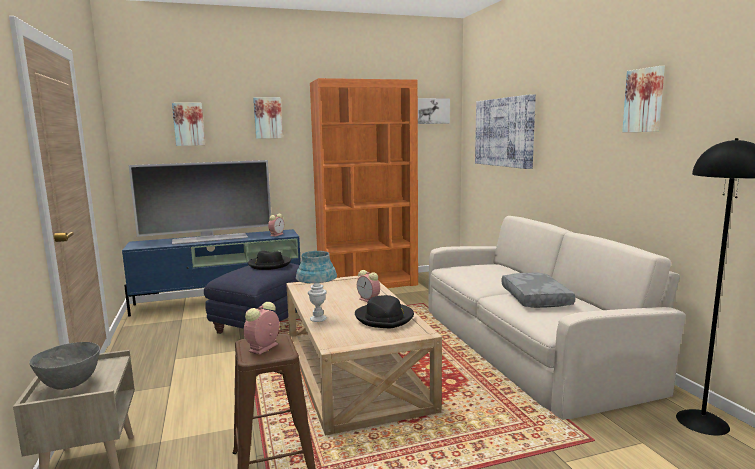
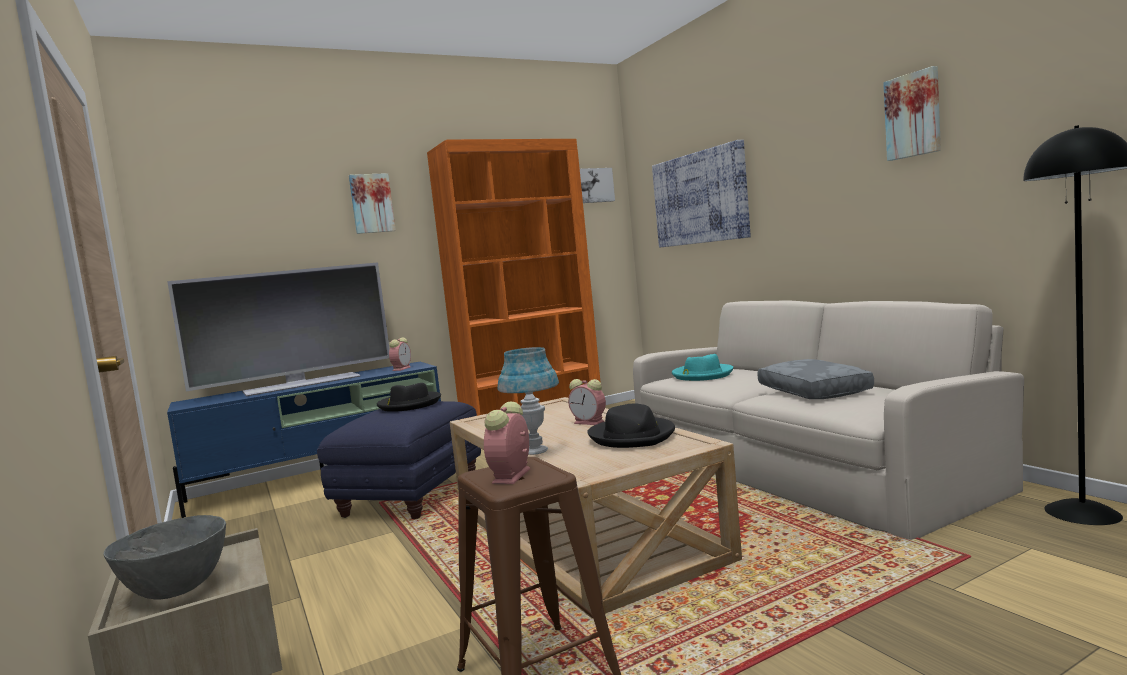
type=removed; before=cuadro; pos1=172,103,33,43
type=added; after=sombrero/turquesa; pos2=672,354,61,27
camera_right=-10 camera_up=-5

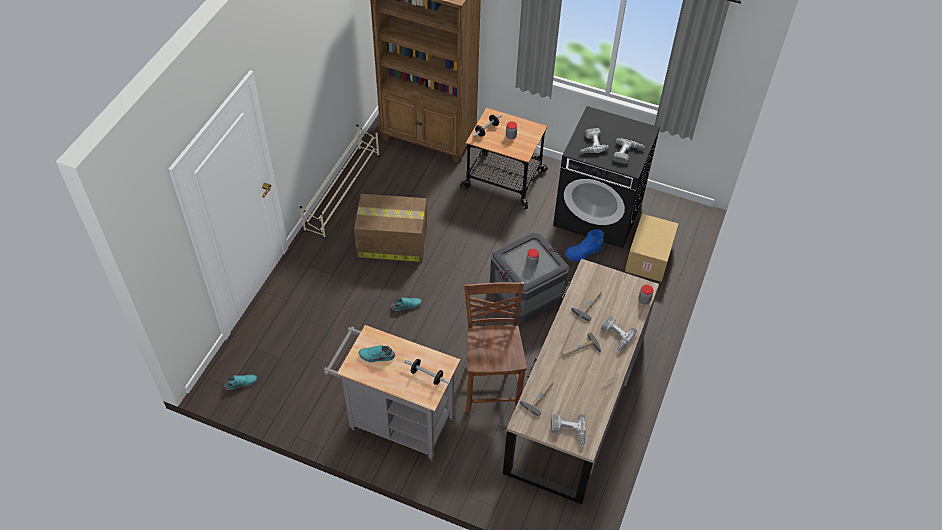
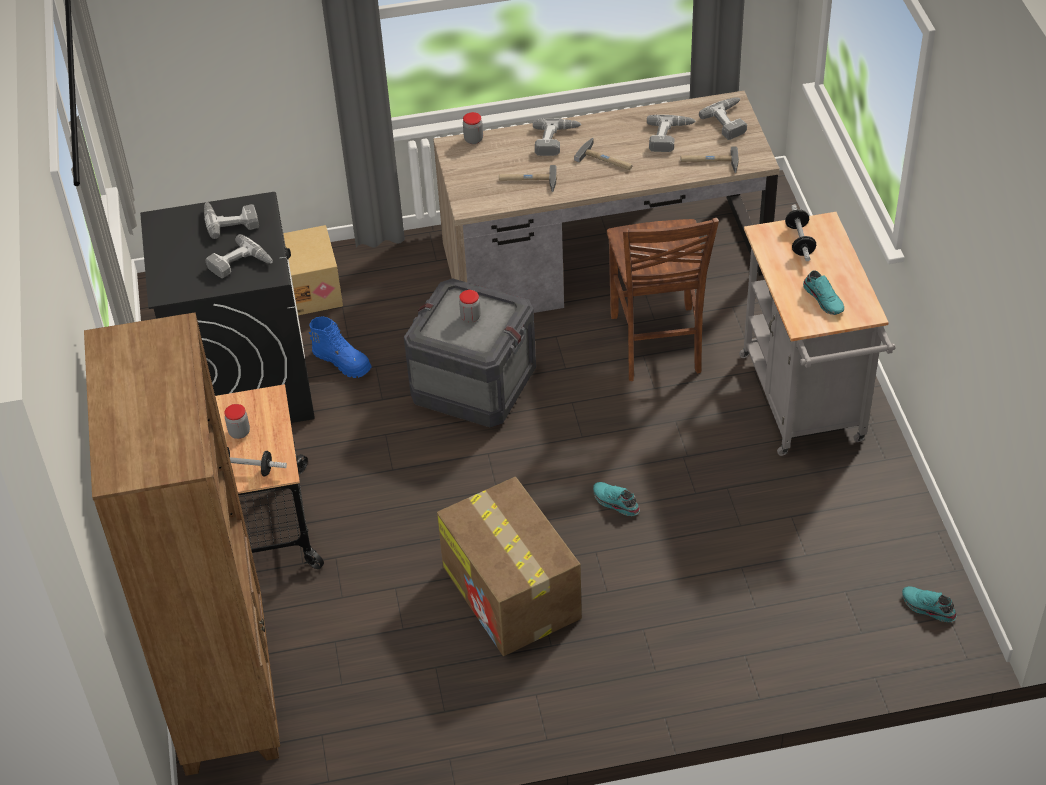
type=removed; before=zapatero/beis; pos1=300,124,79,115
type=added; after=taladro; pos2=647,115,49,37
type=turned; before=silla/marrón; pos1=464,282,63,131; pos2=607,218,112,163; turn=-60
camera_right=-120 camera_up=-5

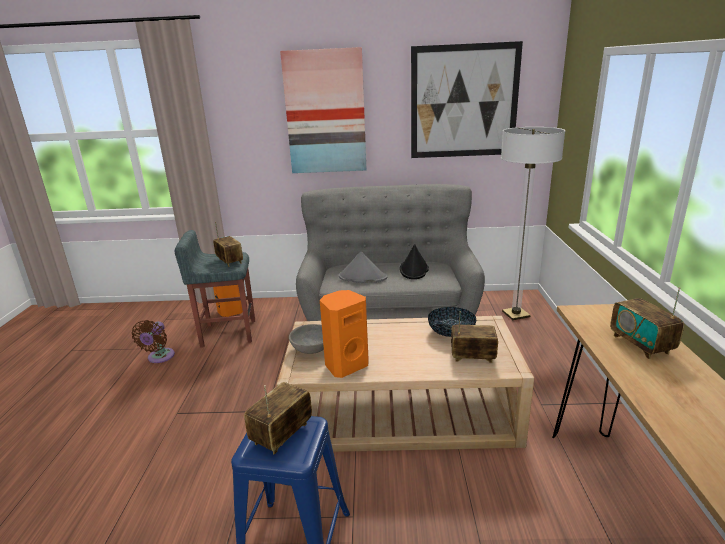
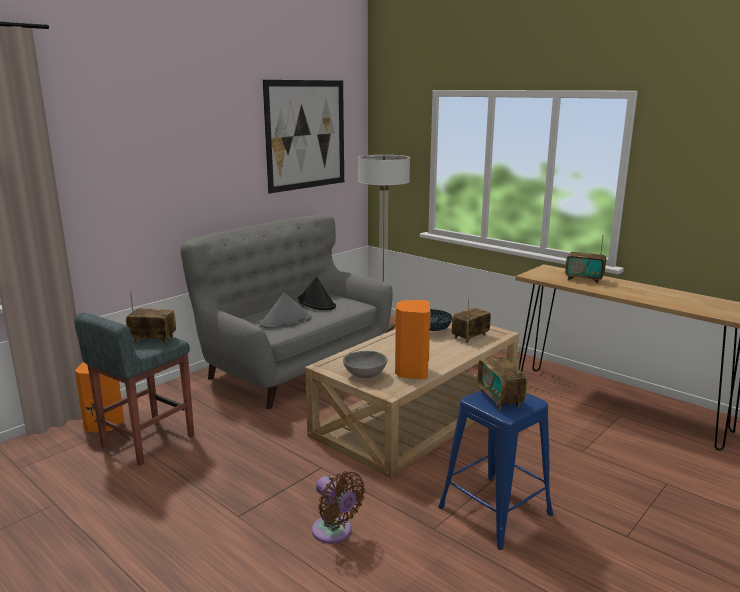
type=removed; before=cuadro; pos1=280,47,87,126
type=moved; before=ventilador/marrón; pos1=132,320,43,43; pos2=312,471,53,73
camera_right=-50 camera_up=-5

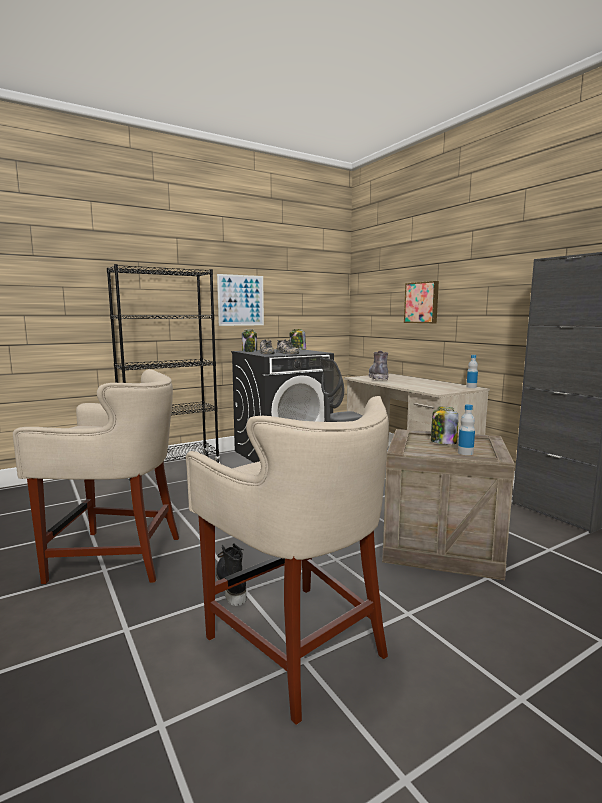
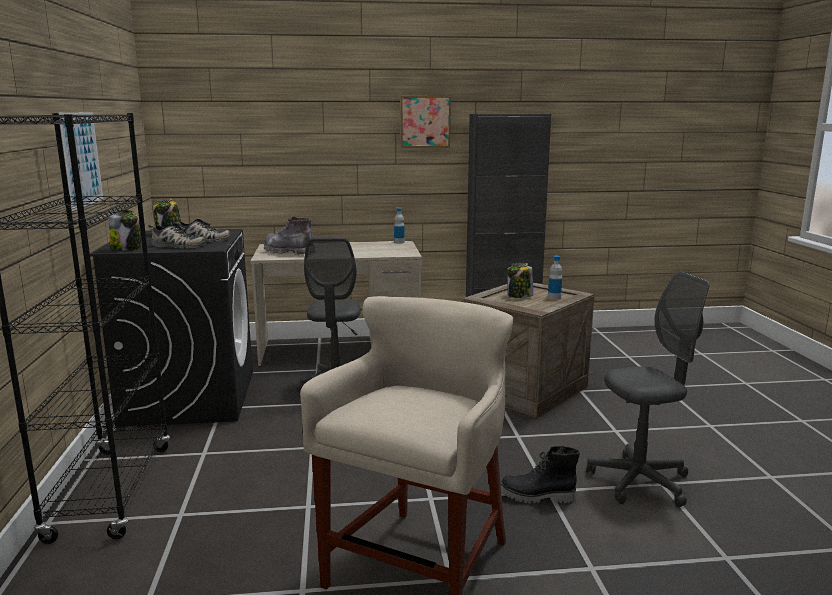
type=moved; before=cuadro; pos1=404,281,35,42; pos2=400,96,51,52
type=replaced; before=taburete/beis; after=silla de oficina/gris; pos1=185,396,204,329; pos2=586,272,124,235
camera_right=-65 camera_up=5

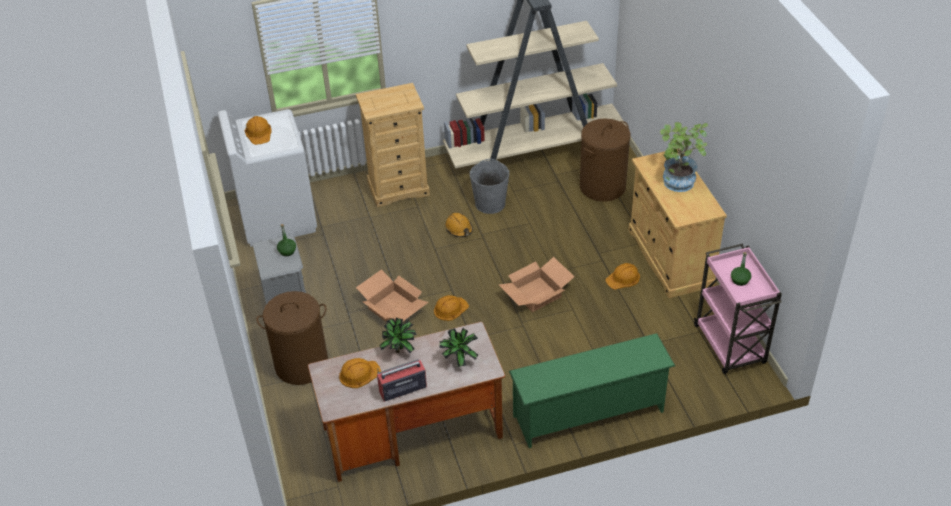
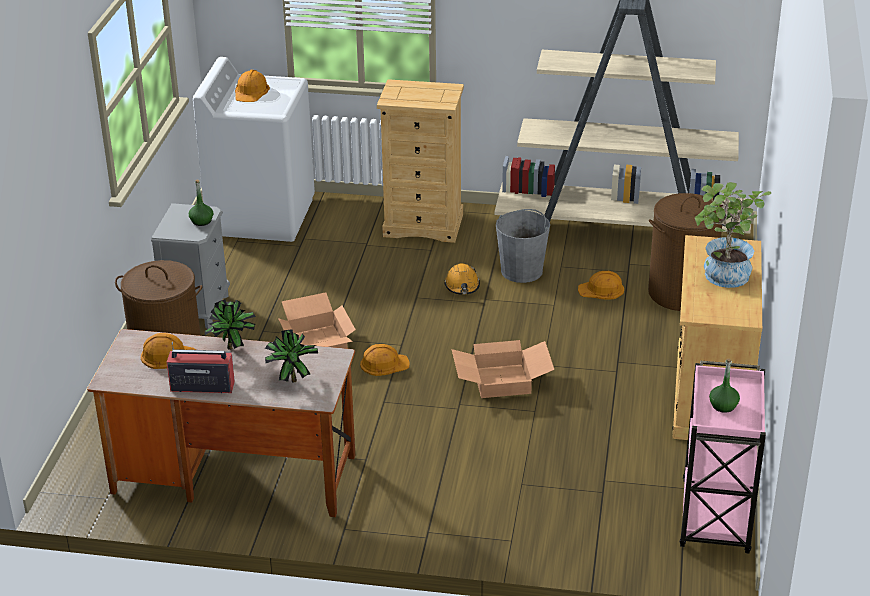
type=removed; before=zapatero/verde; pos1=509,333,166,115
type=moved; before=casco/naranja; pos1=605,263,35,27; pos2=578,271,46,28
camera_right=25 camera_up=-10

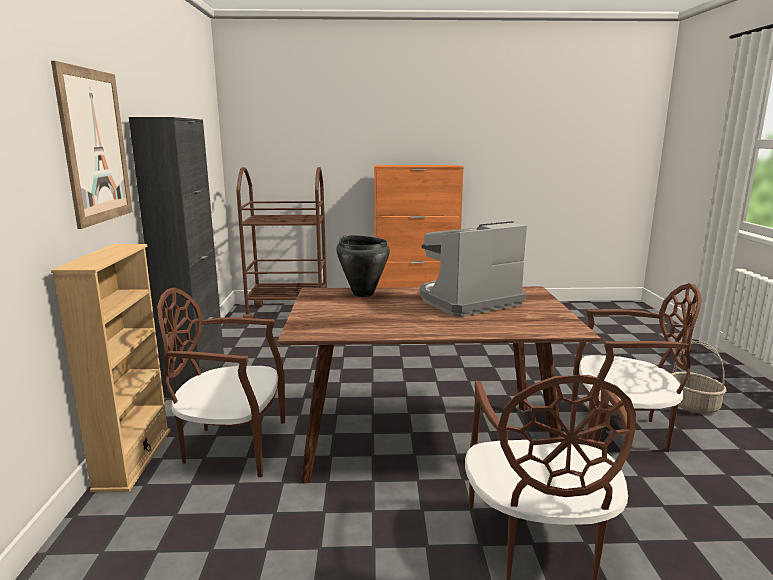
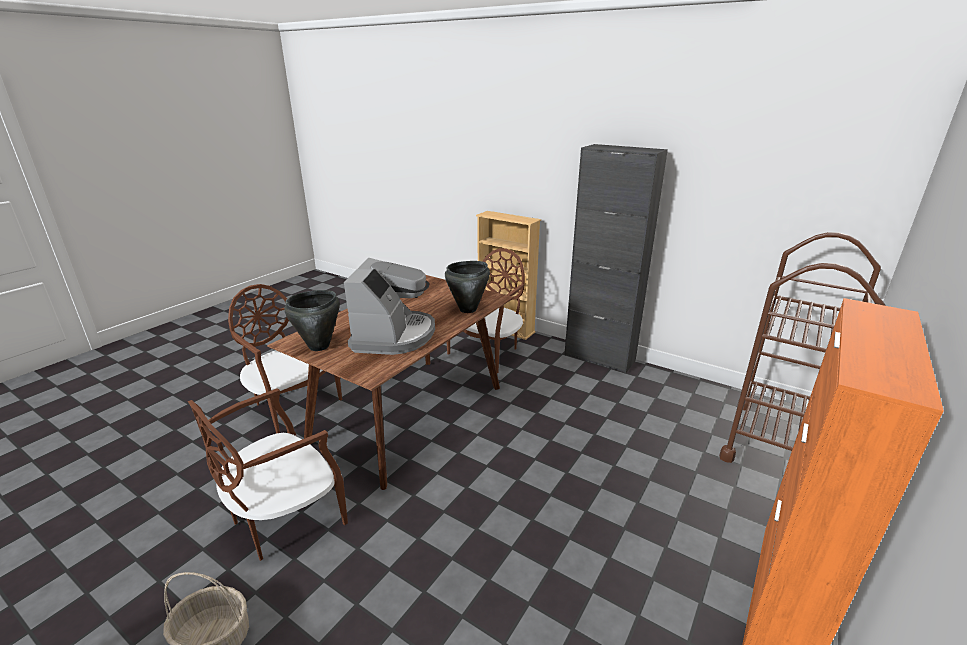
type=removed; before=cuadro; pos1=51,61,82,168
type=added; after=olla/negro; pos2=284,290,56,61
camera_right=125 camera_up=10

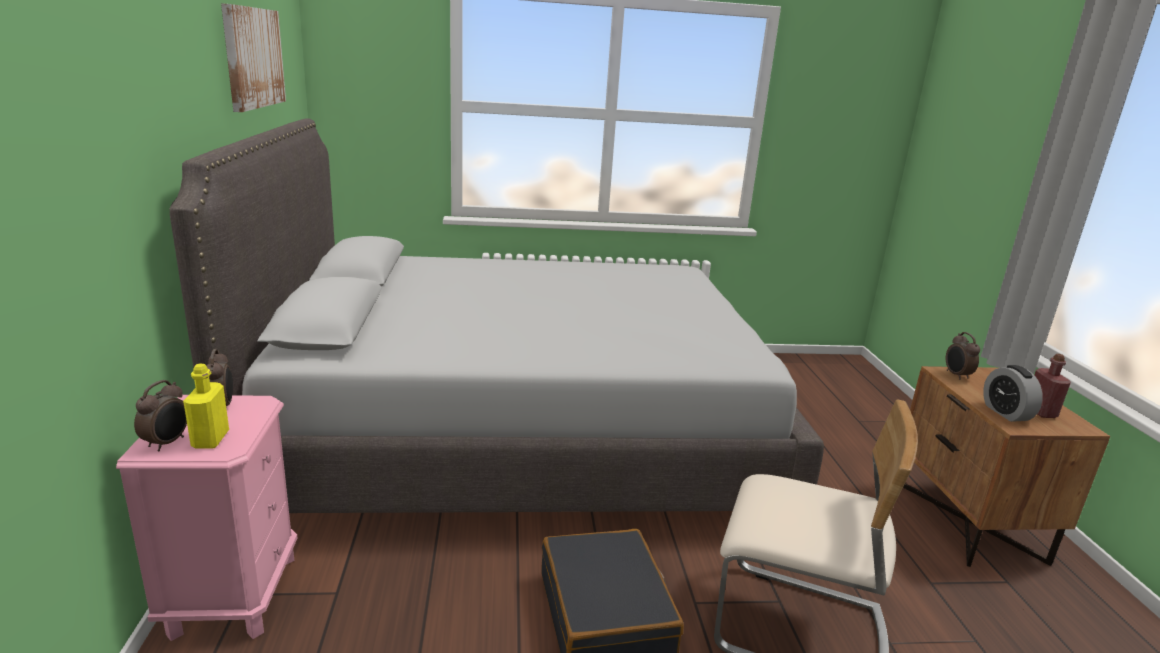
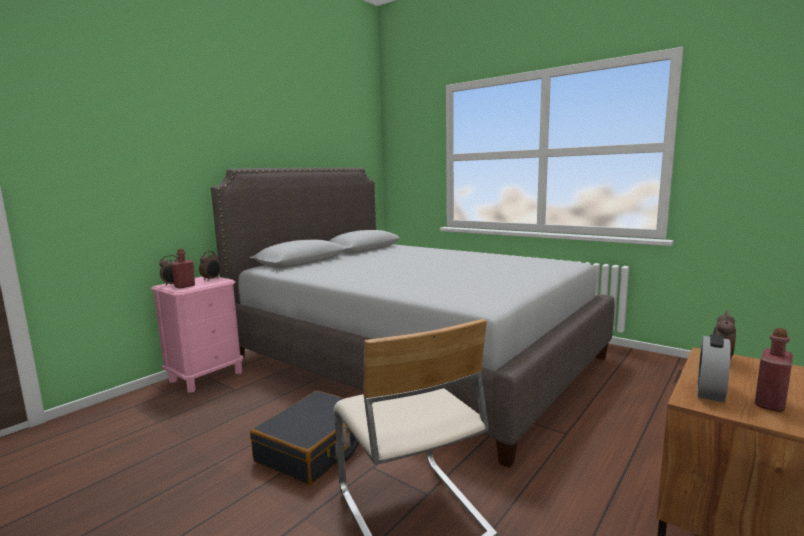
type=removed; before=cuadro; pos1=221,3,65,109
type=recoloured; before=botella/amarillo; after=botella/rojo; pos1=183,364,46,85; pos2=171,249,24,40
camera_right=45 camera_up=-10

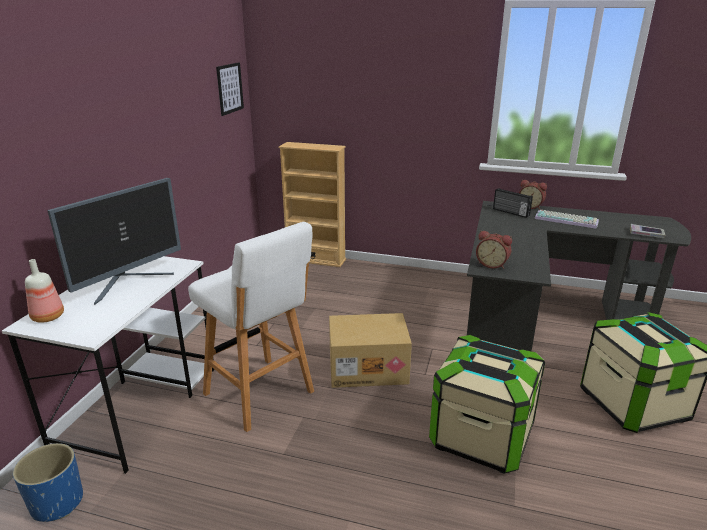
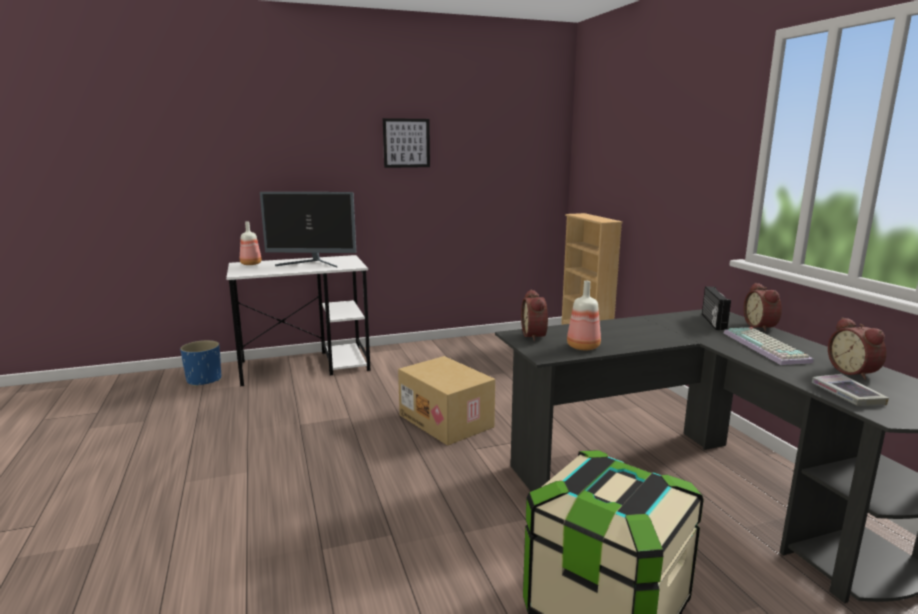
type=removed; before=taburete/blanco; pos1=188,222,126,210
type=removed; before=caja de almacenaje; pos1=429,335,116,139
type=added; after=botella; pos2=567,281,34,69
type=added; after=despertador; pos2=828,317,58,63
type=moved; before=cuadro; pos1=216,62,28,54; pos2=383,118,47,50
camera_right=55 camera_up=-10

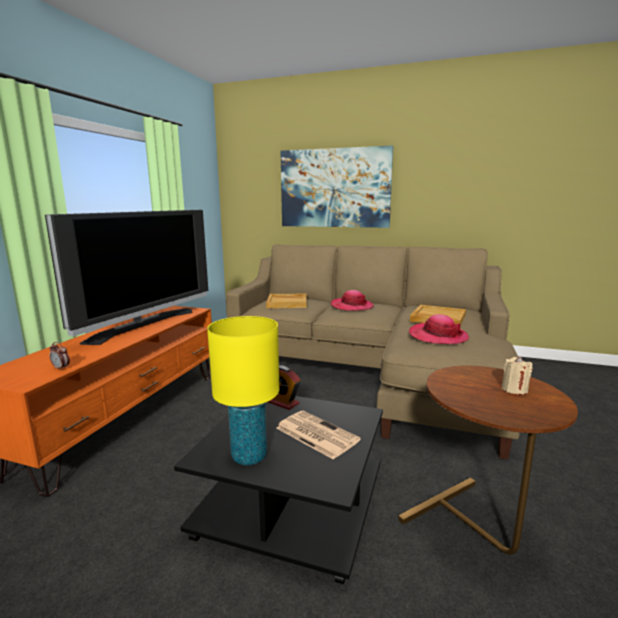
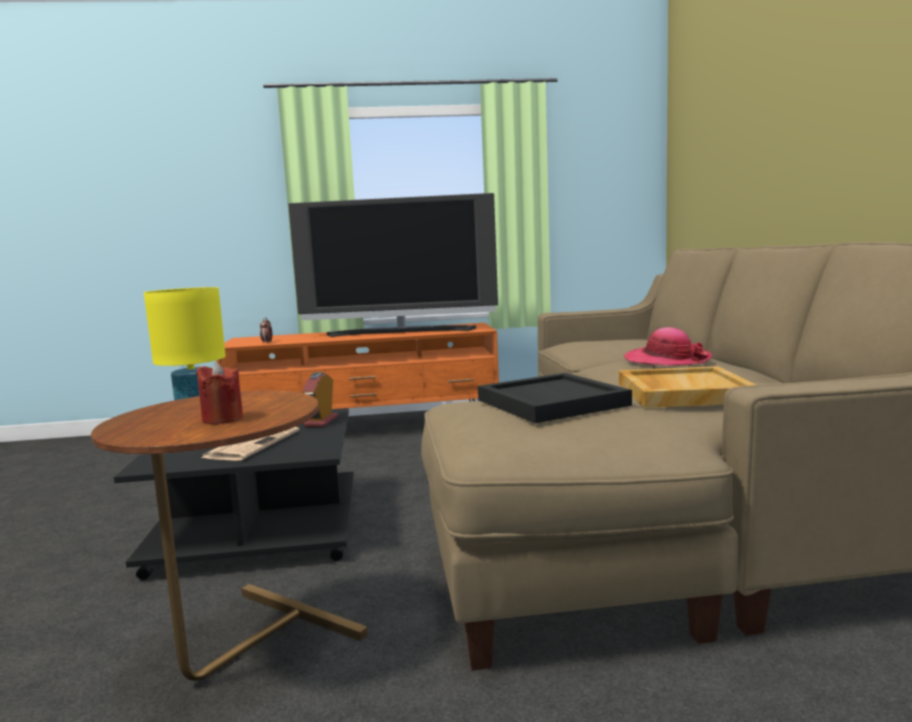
type=removed; before=bandeja/beis; pos1=266,294,41,14
type=removed; before=cuadro; pos1=281,145,112,83
type=replaced; before=sombrero; after=bandeja/negro; pos1=409,314,60,30; pos2=478,373,154,50
type=recoloured; before=vela/beis; after=vela/rojo; pos1=501,357,32,38; pos2=196,362,47,62
camera_right=65 camera_up=-5

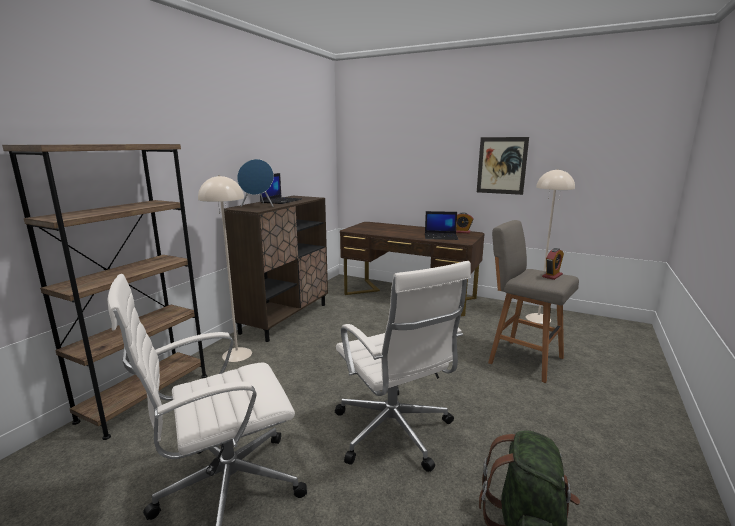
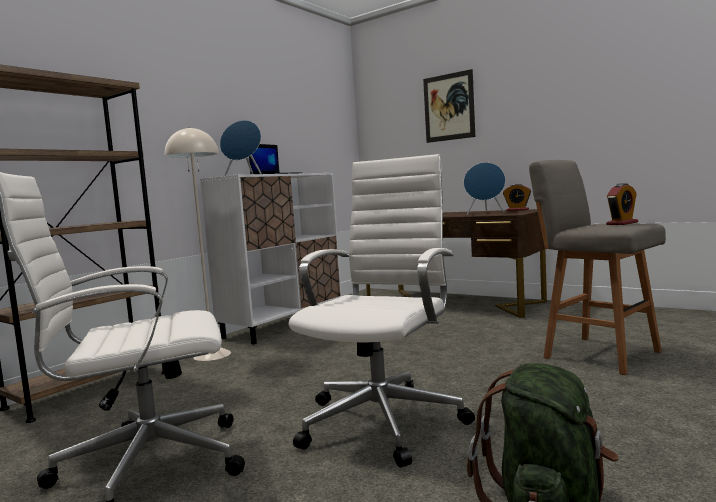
type=removed; before=lámpara de pie/beis; pos1=526,169,49,155
type=moved; before=cuadro; pos1=477,137,52,58; pos2=423,69,52,74
type=replaced; before=portátil; after=altavoz/azul; pos1=425,211,33,29; pos2=464,162,41,53
type=recoloured; before=armario/marrón; after=armario/blanco; pos1=224,196,104,146; pos2=200,173,142,171
type=turned; before=silla de oficina/blanco; pos1=335,261,136,211; pos2=289,154,186,314; turn=-135
camera_right=10 camera_up=-10

